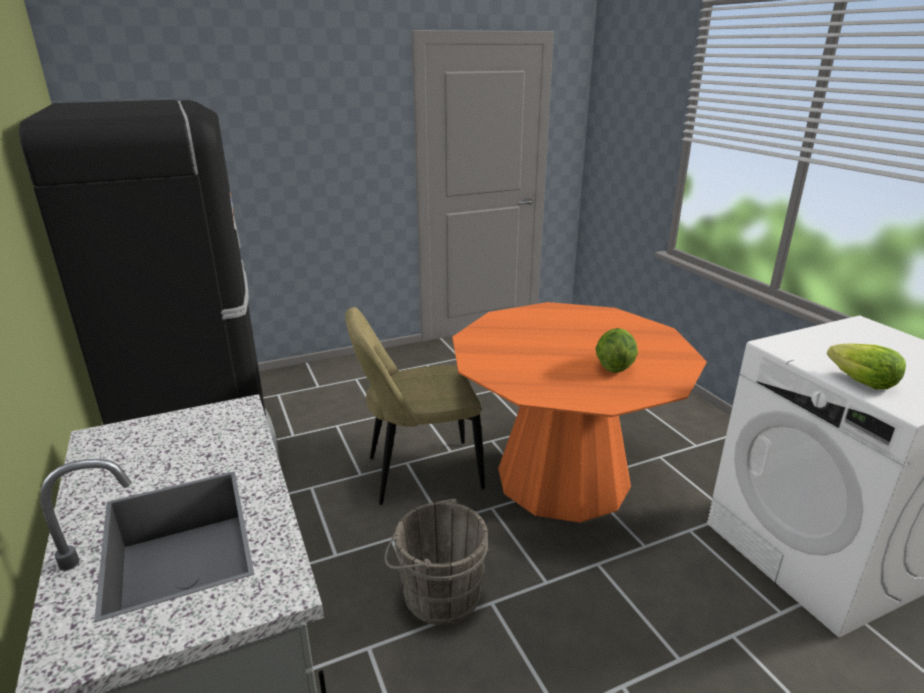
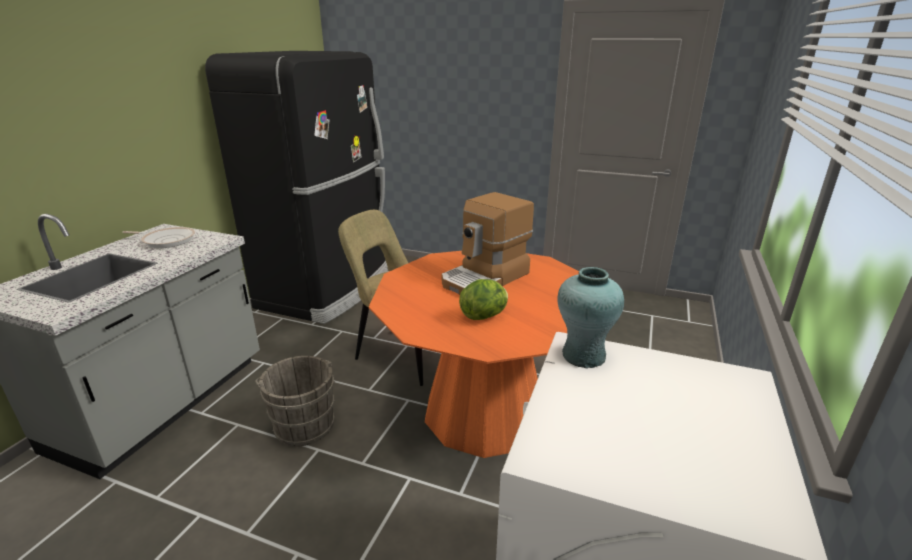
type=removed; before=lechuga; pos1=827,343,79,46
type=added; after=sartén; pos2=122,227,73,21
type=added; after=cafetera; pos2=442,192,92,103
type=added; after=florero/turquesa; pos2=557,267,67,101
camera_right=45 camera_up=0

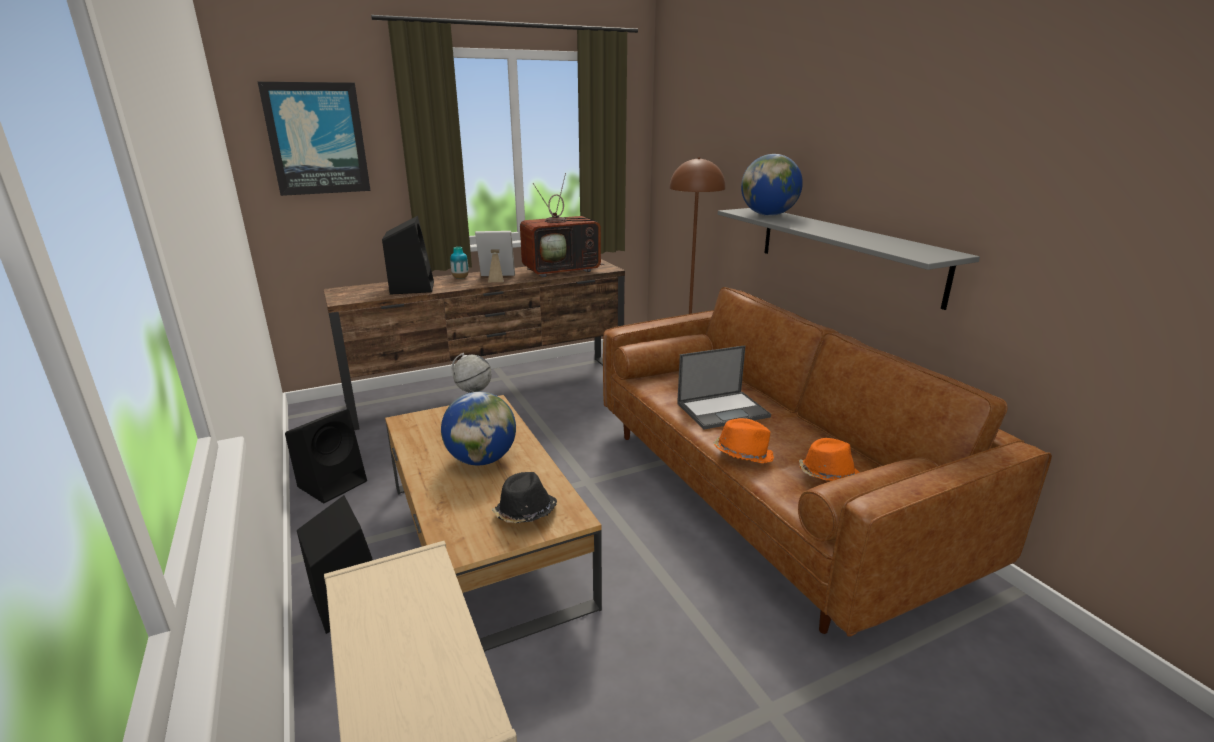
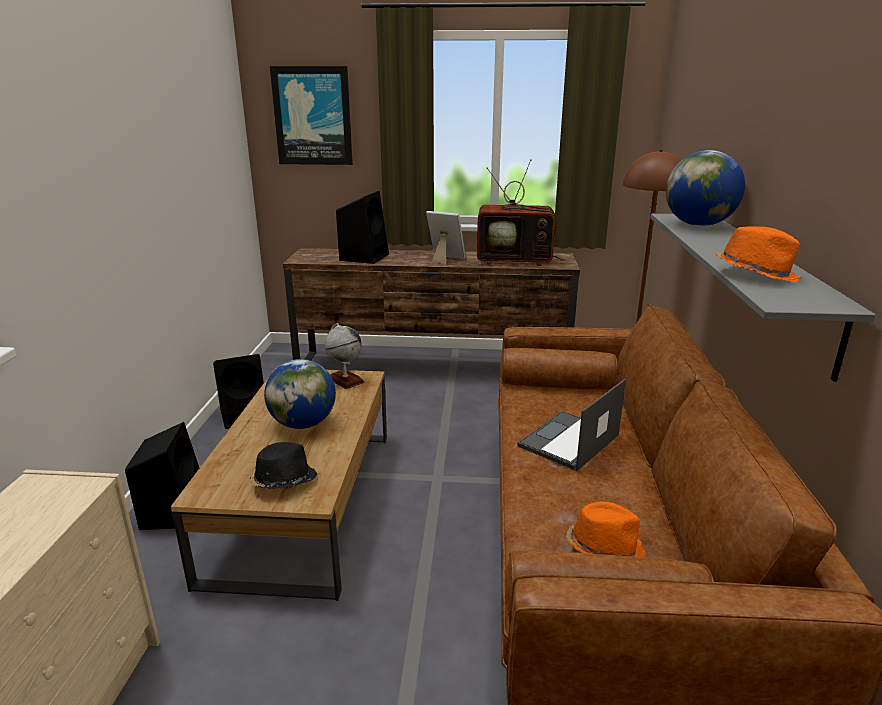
type=removed; before=florero; pos1=450,247,18,32
type=moved; before=sombrero/naranja; pos1=713,418,61,45; pos2=715,226,87,56
type=turned; before=portátil; pos1=677,345,94,84; pos2=517,379,109,92; turn=120
camera_right=30 camera_up=0

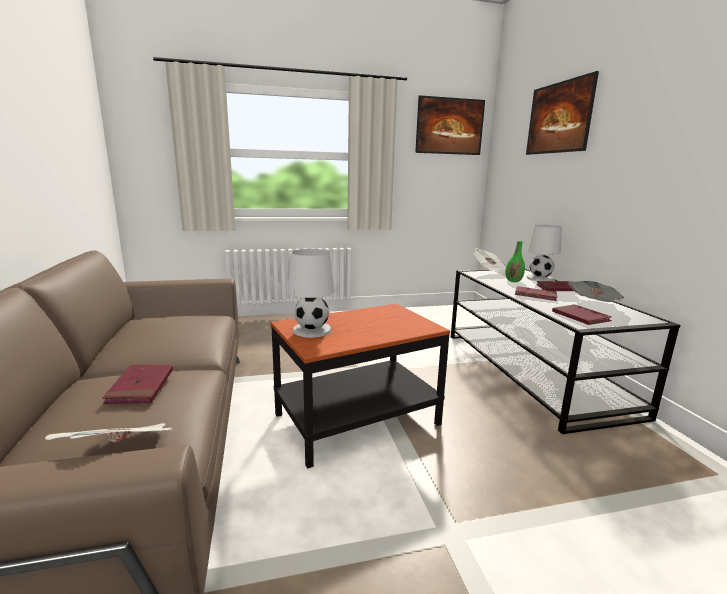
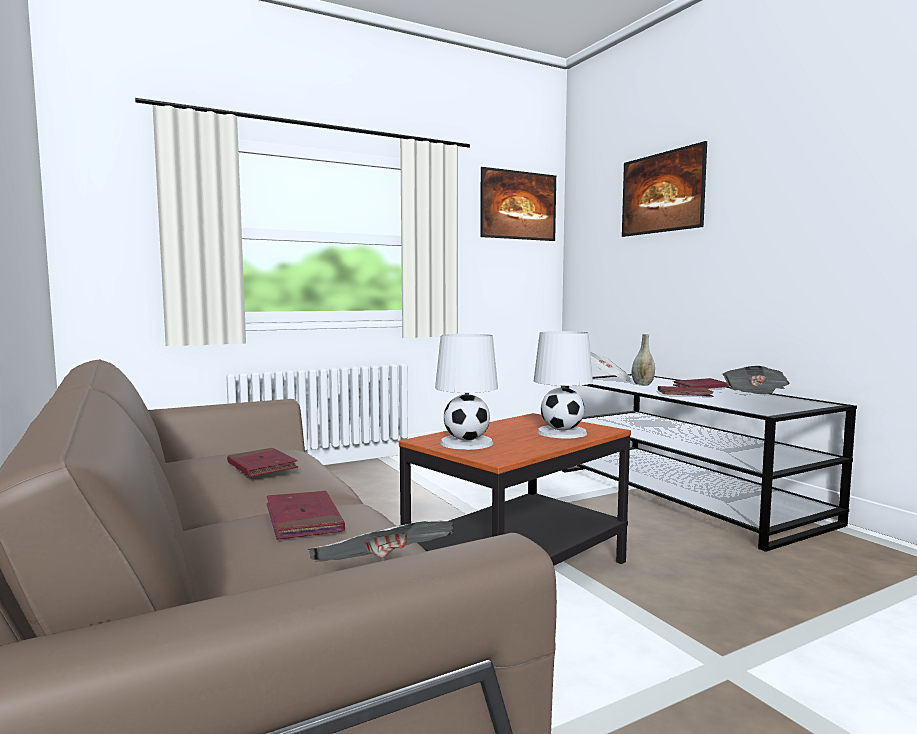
type=moved; before=lámpara de mesa/blanco; pos1=526,225,36,56; pos2=534,331,59,107
type=moved; before=libro/rojo; pos1=552,304,60,21; pos2=227,448,71,29
type=recoloured; before=florero/verde; after=florero/gris; pos1=505,241,20,41; pos2=631,334,24,51
camera_right=-15 camera_up=-10

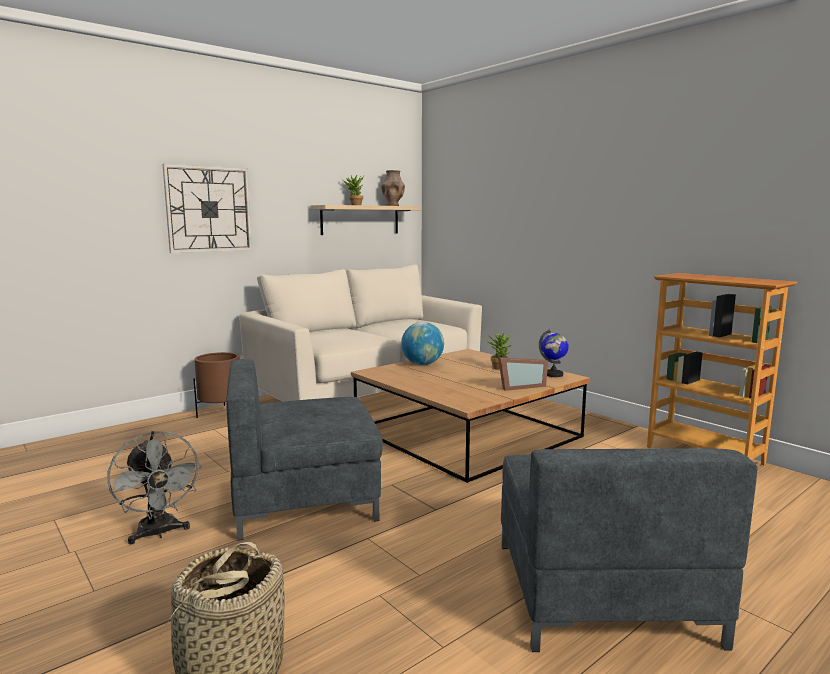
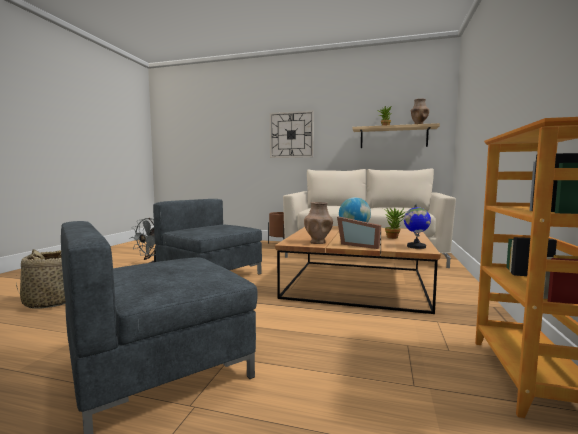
type=added; after=florero/marrón; pos2=304,202,29,42
camera_right=55 camera_up=-5

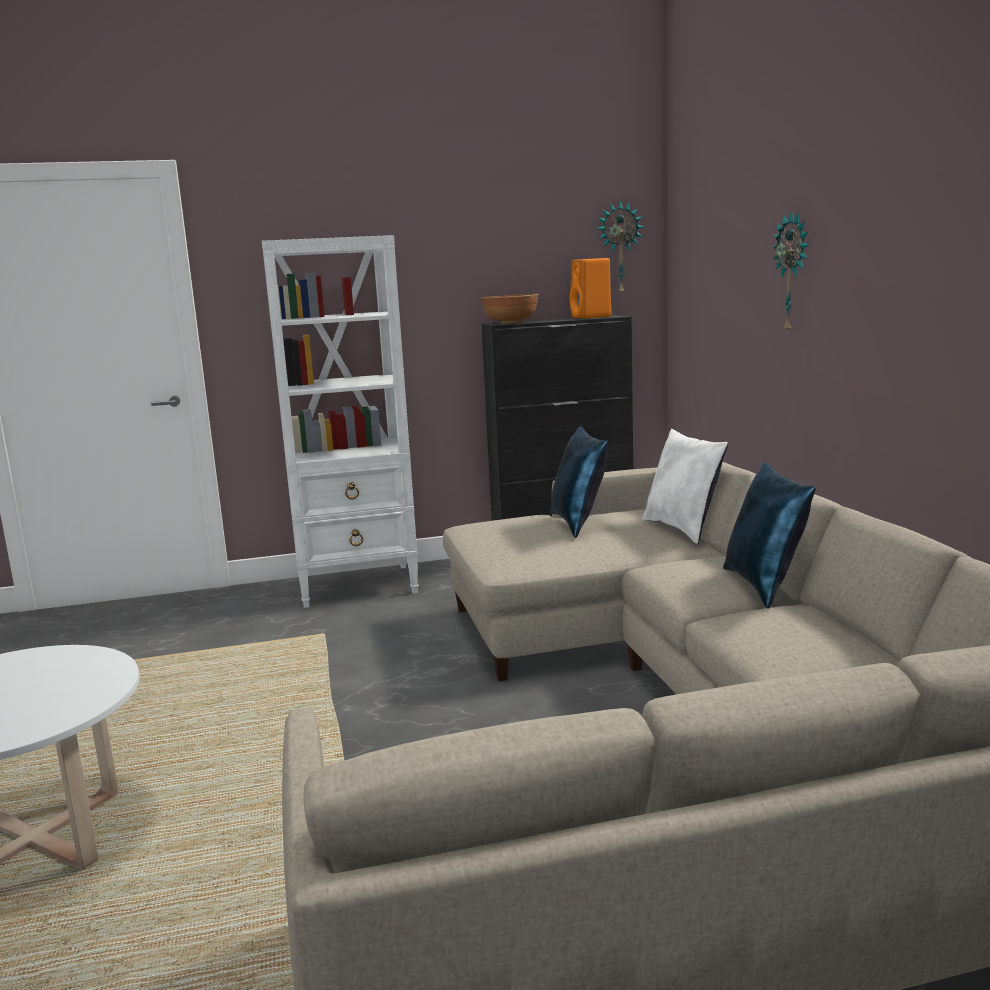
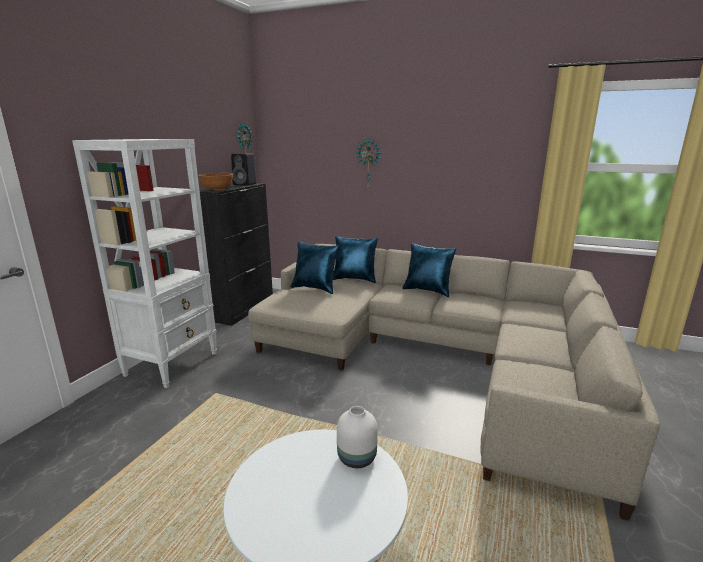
type=added; after=florero/blanco; pos2=337,406,41,62
type=recoloured; before=altavoz/naranja; after=altavoz/negro; pos1=570,258,41,61; pos2=231,153,25,33
type=recoloured; before=cojín/blanco; after=cojín/azul; pos1=642,429,86,115; pos2=333,236,45,47
camera_right=-55 camera_up=5

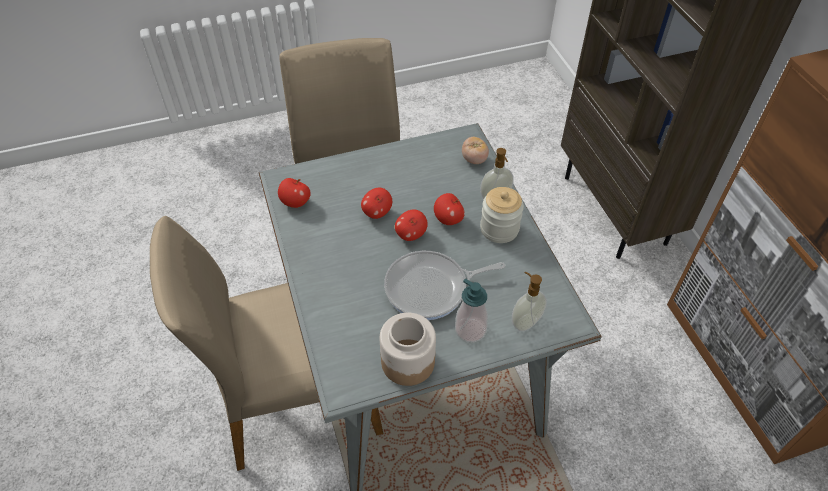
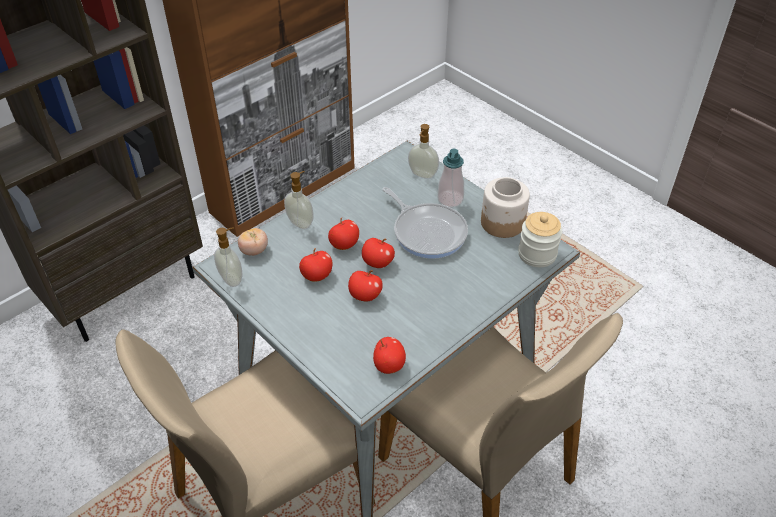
type=added; after=dispensador de jabón; pos2=214,227,29,60
type=added; after=manzana; pos2=299,248,34,34
type=moved; before=tarro; pos1=480,187,44,56; pos2=518,212,44,55
camera_right=-115 camera_up=-5

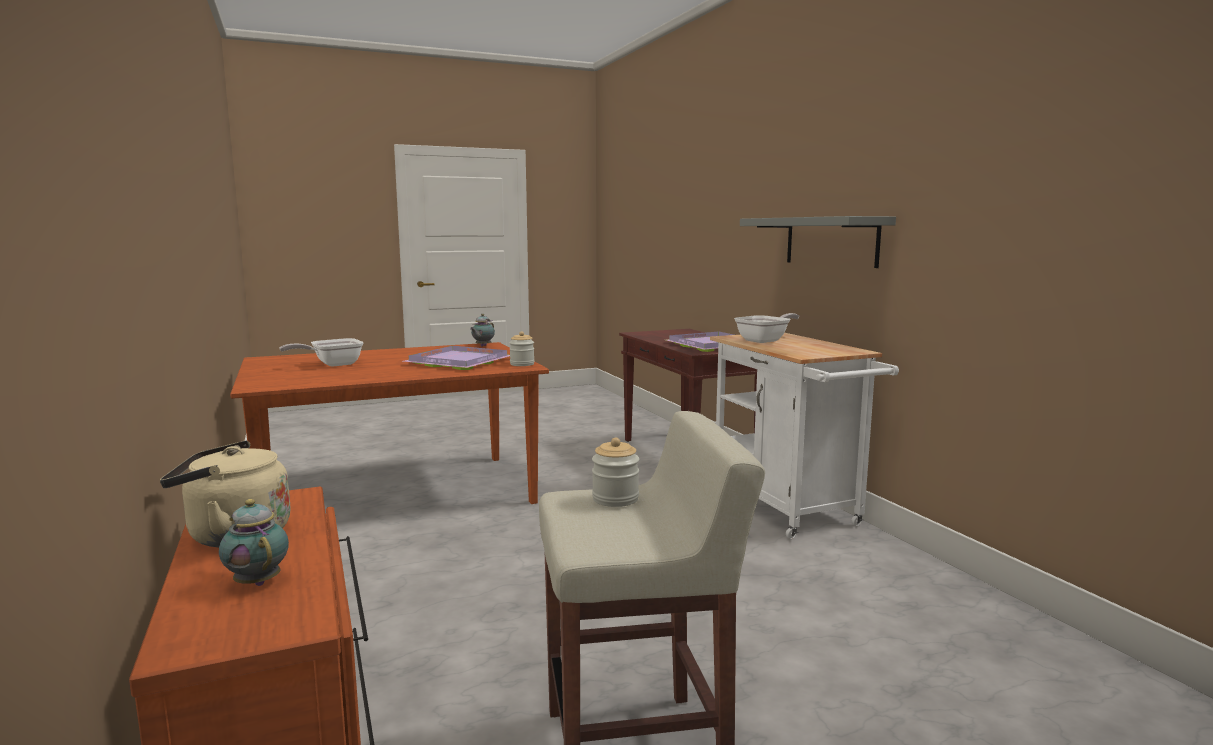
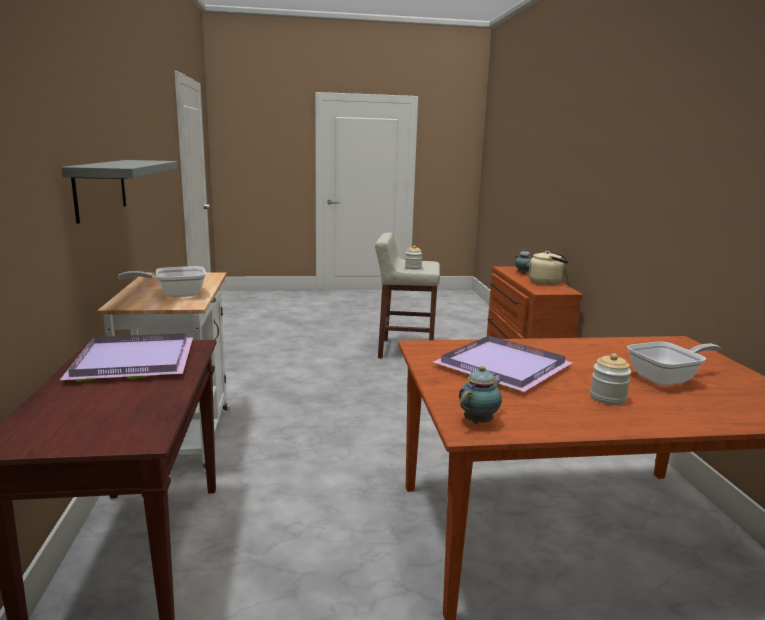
type=moved; before=tarro; pos1=510,331,25,35; pos2=590,353,41,52
camera_right=-165 camera_up=5

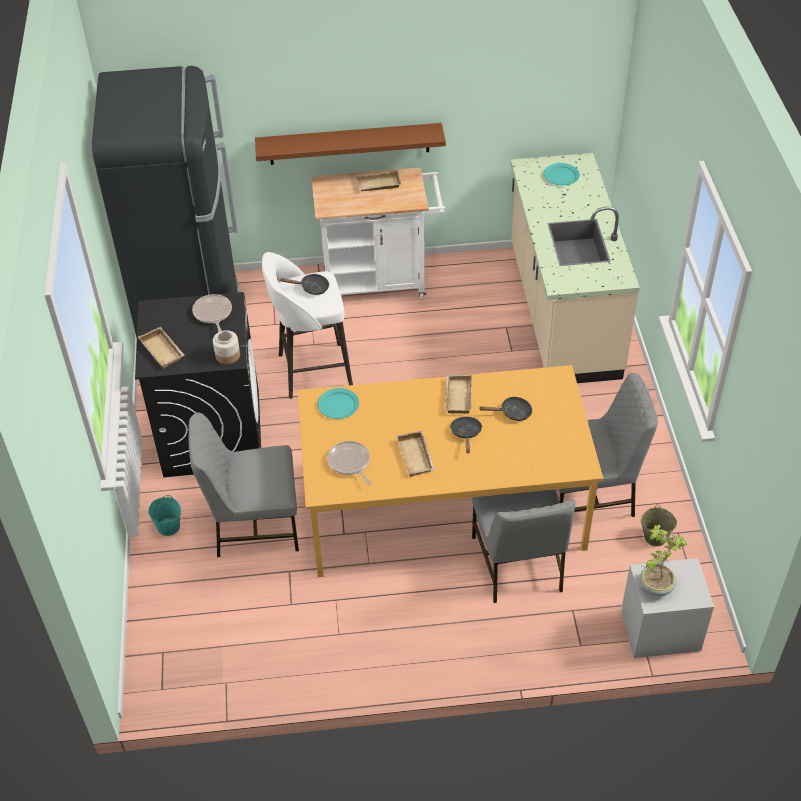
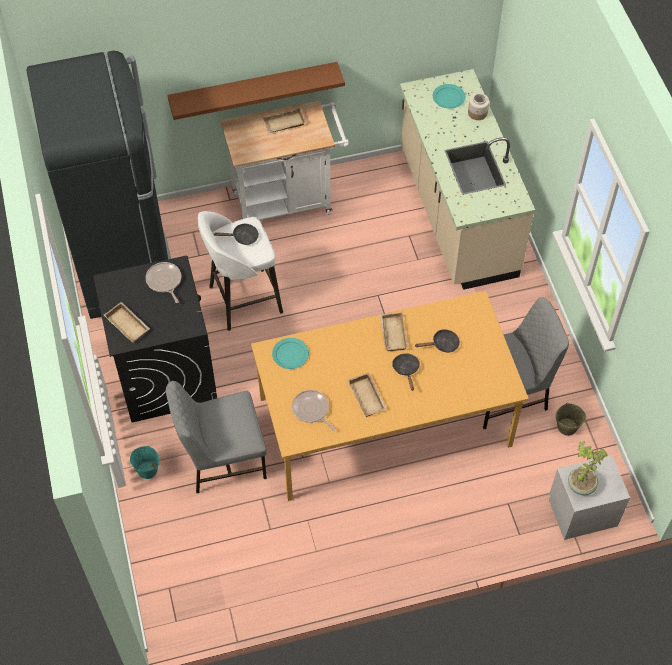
type=removed; before=silla/gris; pos1=471,489,105,114
type=moved; before=tarro; pos1=213,330,27,34; pos2=468,93,21,27
camera_right=-10 camera_up=10

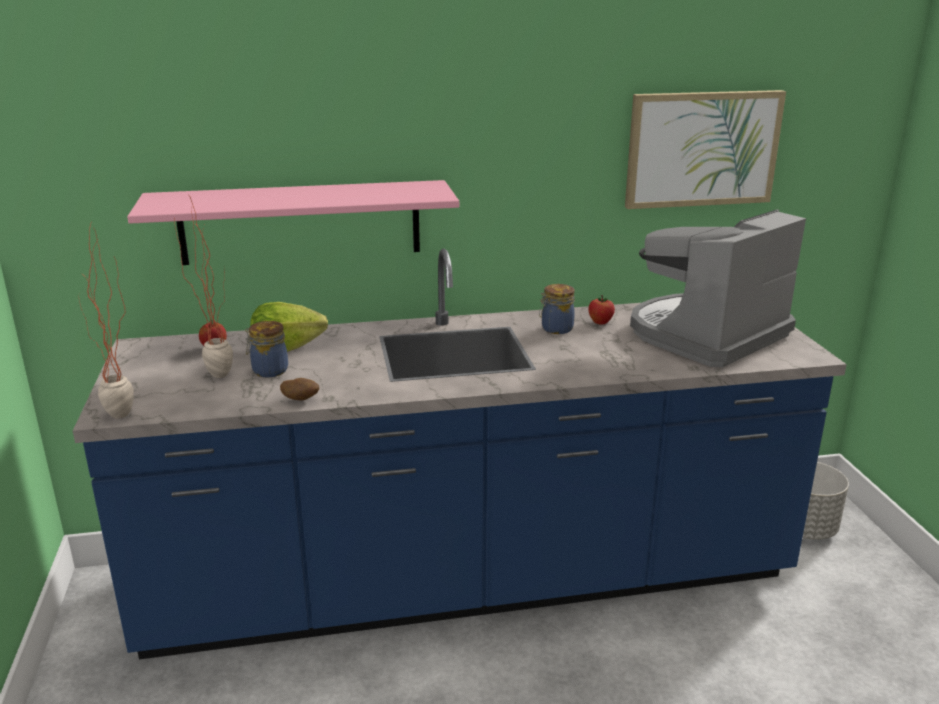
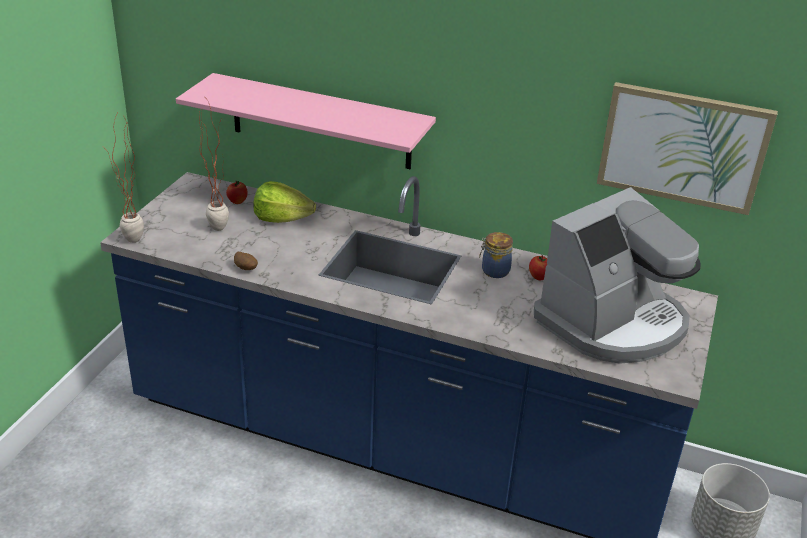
type=removed; before=tarro; pos1=245,321,43,56
type=turned; before=cafetera; pos1=630,210,176,157; pos2=534,187,167,177; turn=150
camera_right=30 camera_up=10

